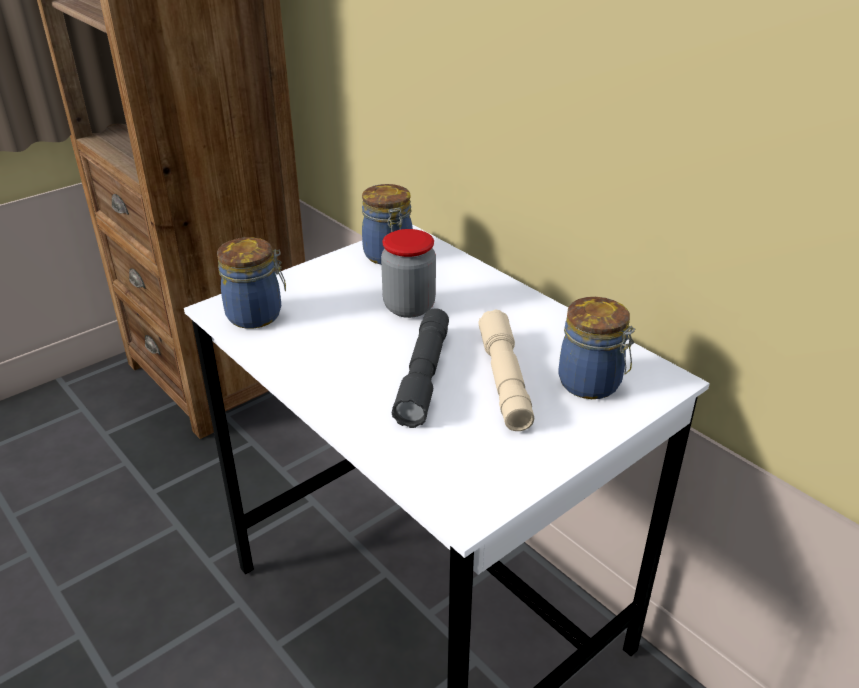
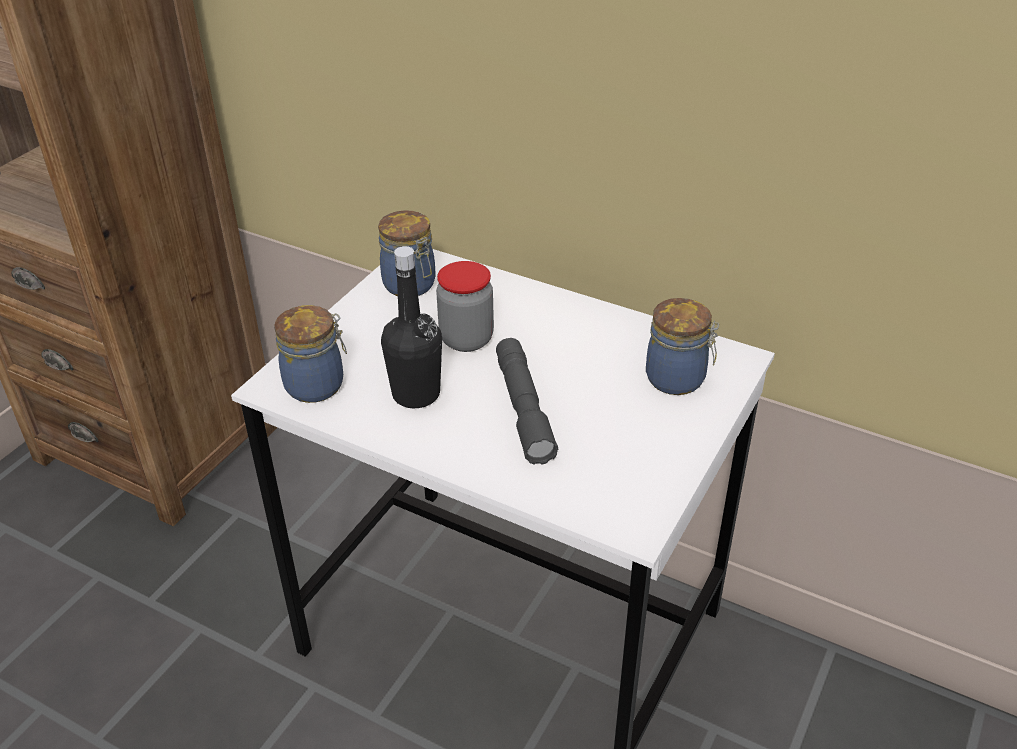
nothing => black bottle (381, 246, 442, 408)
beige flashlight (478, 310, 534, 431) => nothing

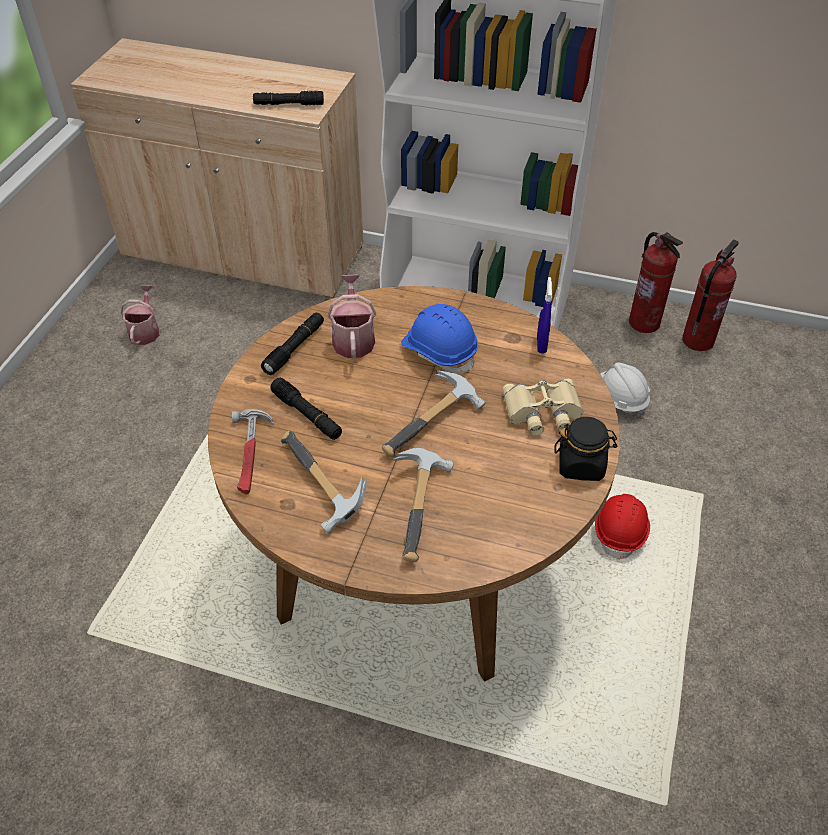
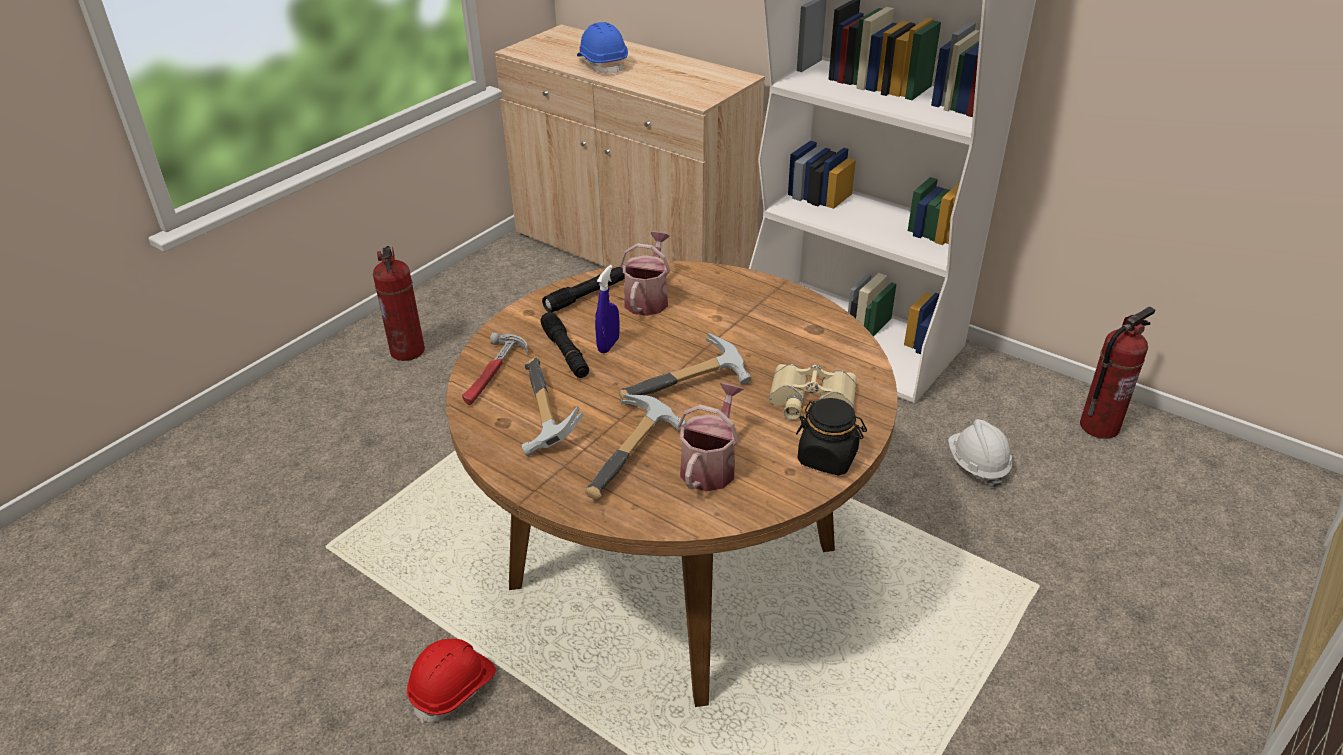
fire extinguisher (629, 232, 683, 333) => fire extinguisher (373, 246, 425, 361), moved
red hard hat (595, 494, 650, 560) => red hard hat (407, 639, 496, 724), moved
blue hard hat (401, 304, 478, 374) => blue hard hat (577, 22, 628, 75), moved
blue spray bottle (537, 277, 552, 354) => blue spray bottle (595, 265, 620, 353), moved
watering can (121, 285, 159, 345) => watering can (678, 383, 744, 491), moved
black flashlight (253, 91, 324, 105) => nothing

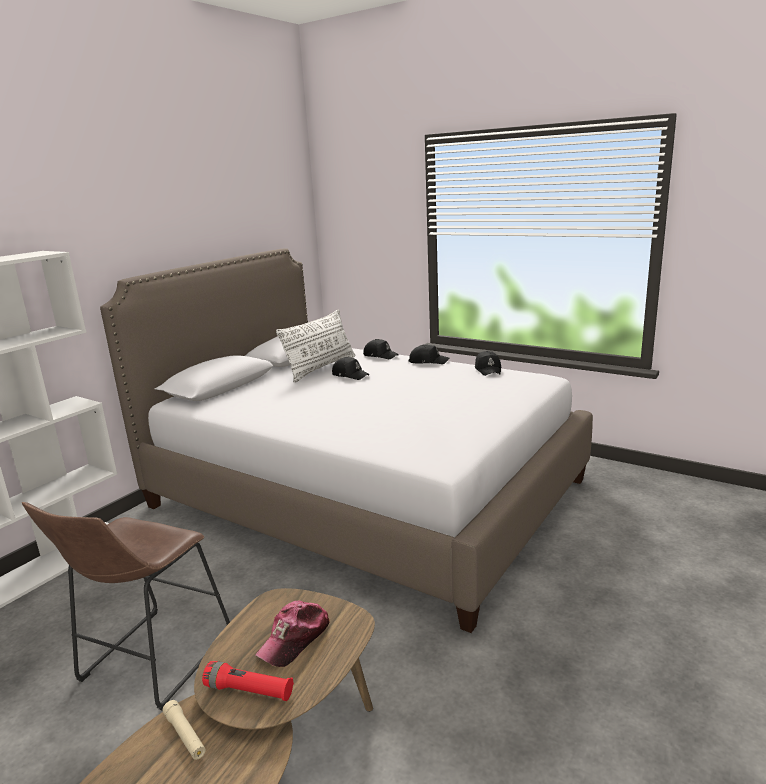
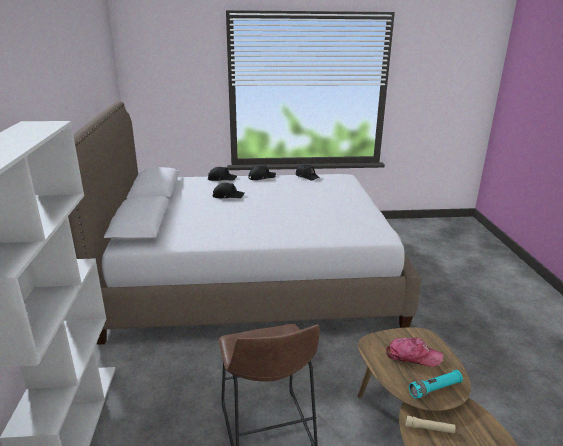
cap (255, 600, 330, 667) => cap (386, 338, 444, 367), 75 degrees counterclockwise
red flashlight (202, 661, 294, 701) => turquoise flashlight (409, 370, 463, 399)
white pillow (276, 309, 356, 383) => nothing

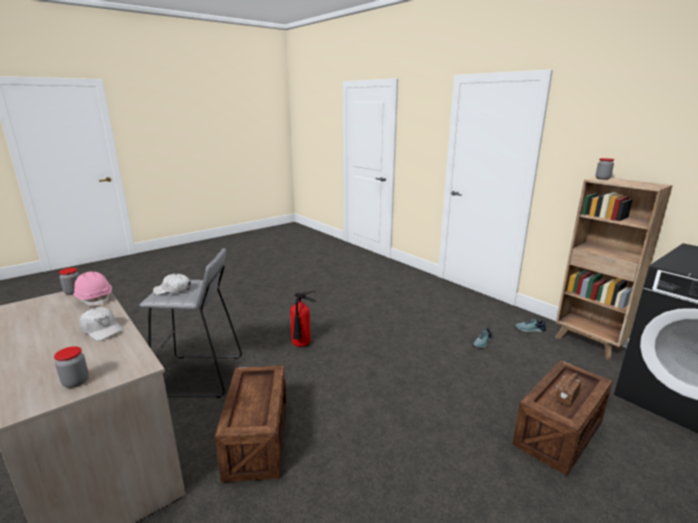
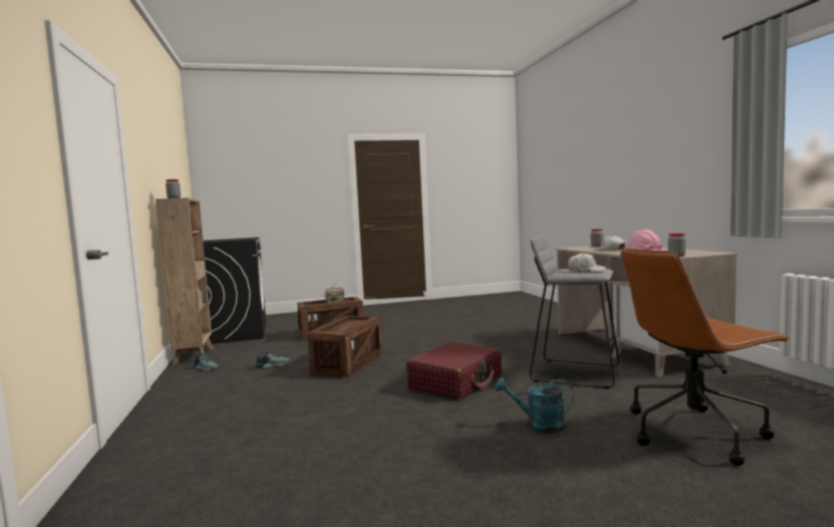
crate (215, 366, 287, 482) => crate (308, 316, 382, 377), moved
fire extinguisher (290, 290, 316, 347) => red suitcase (406, 342, 501, 400)
nothing => turquoise watering can (495, 377, 574, 433)
nothing => brown office chair (621, 248, 791, 466)

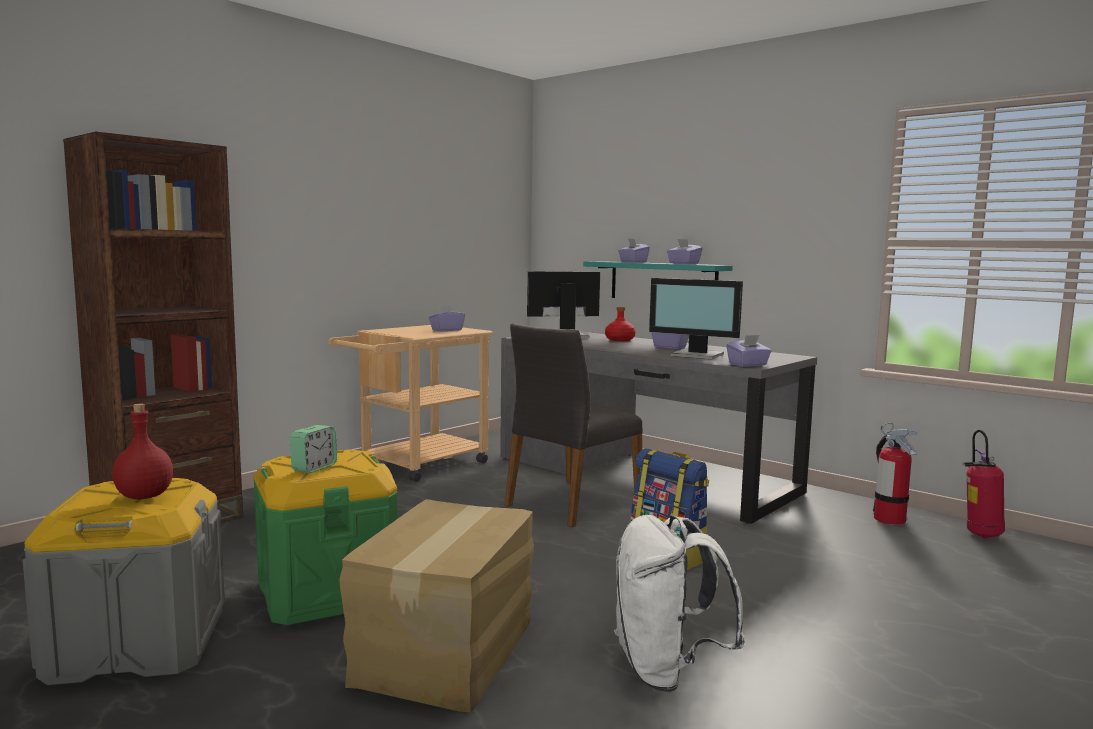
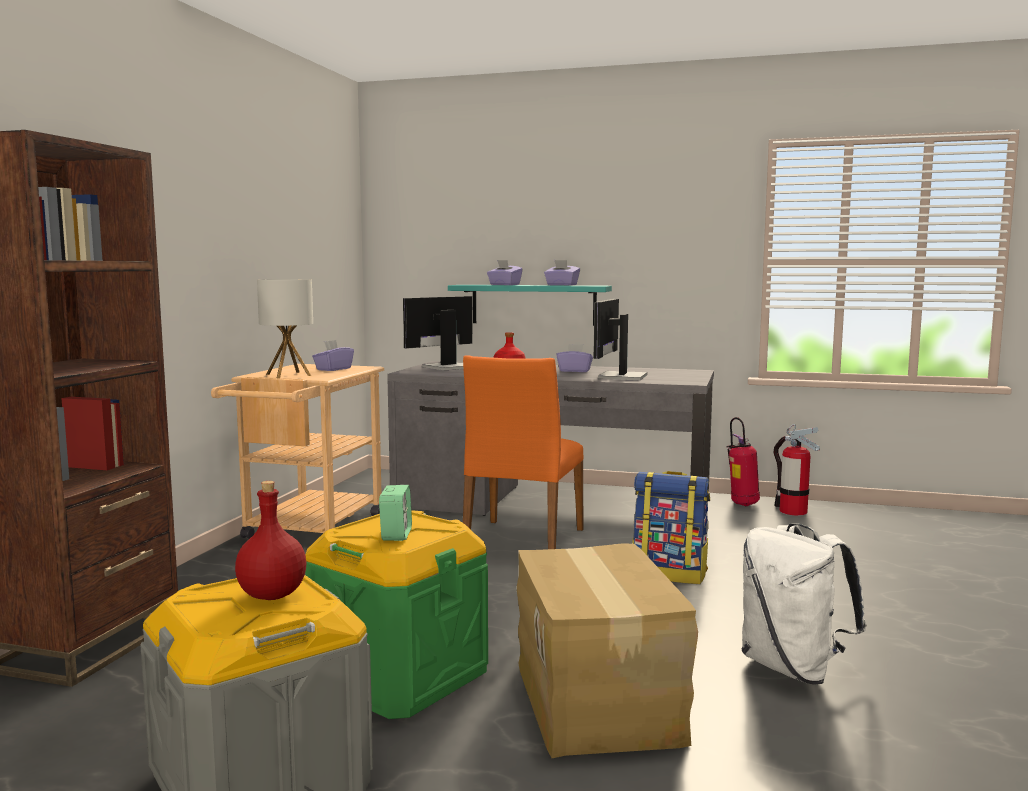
nothing => table lamp (257, 279, 313, 378)
grey chair (505, 323, 643, 527) => orange chair (463, 355, 584, 549)
monitor (649, 278, 743, 359) => monitor (594, 299, 647, 380), 105 degrees clockwise
fire extinguisher (963, 430, 1005, 538) => fire extinguisher (727, 417, 760, 506), moved
purple tissue box (727, 335, 772, 367) => nothing

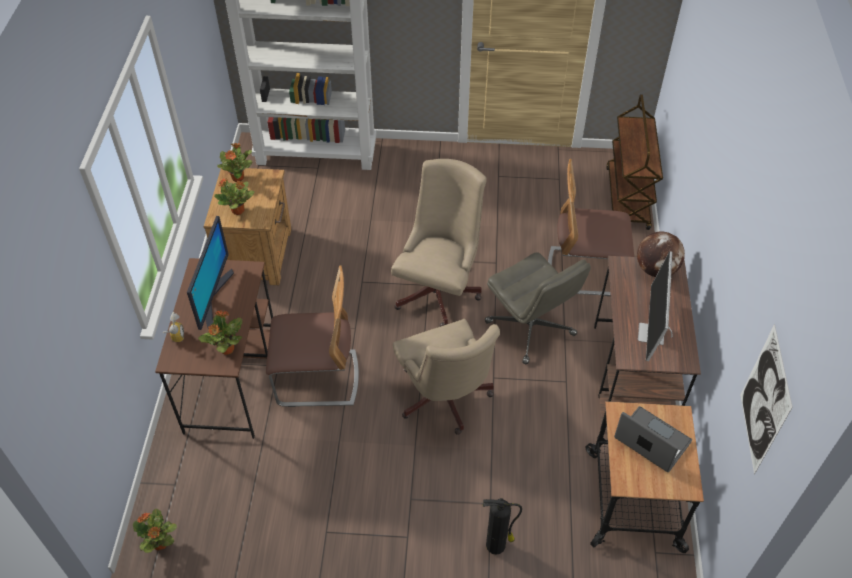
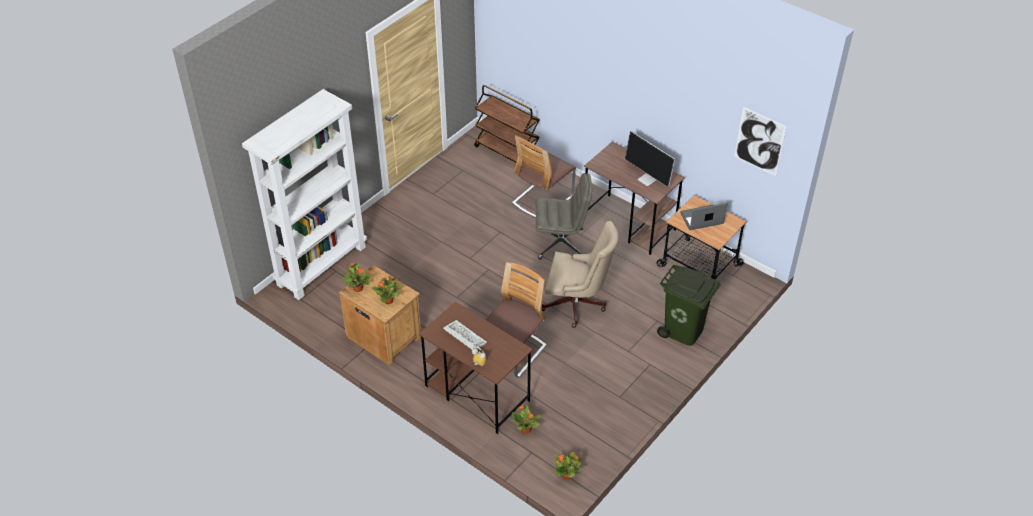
monitor (187, 216, 234, 332) => keyboard (443, 320, 487, 350)
potted plant (198, 310, 242, 355) => potted plant (512, 405, 541, 434), moved
fire extinguisher (482, 498, 522, 555) => green trash can (657, 265, 721, 346)
beige office chair (391, 159, 487, 327) => nothing
globe (637, 231, 685, 277) => nothing

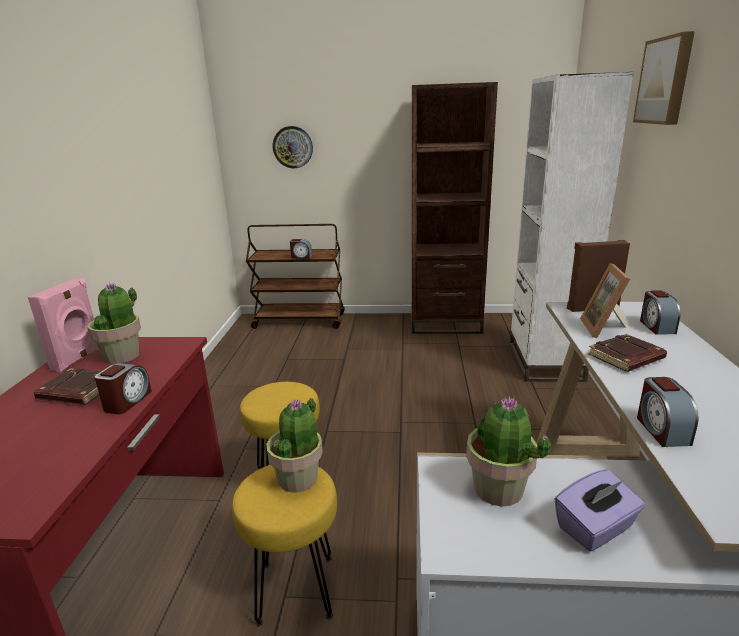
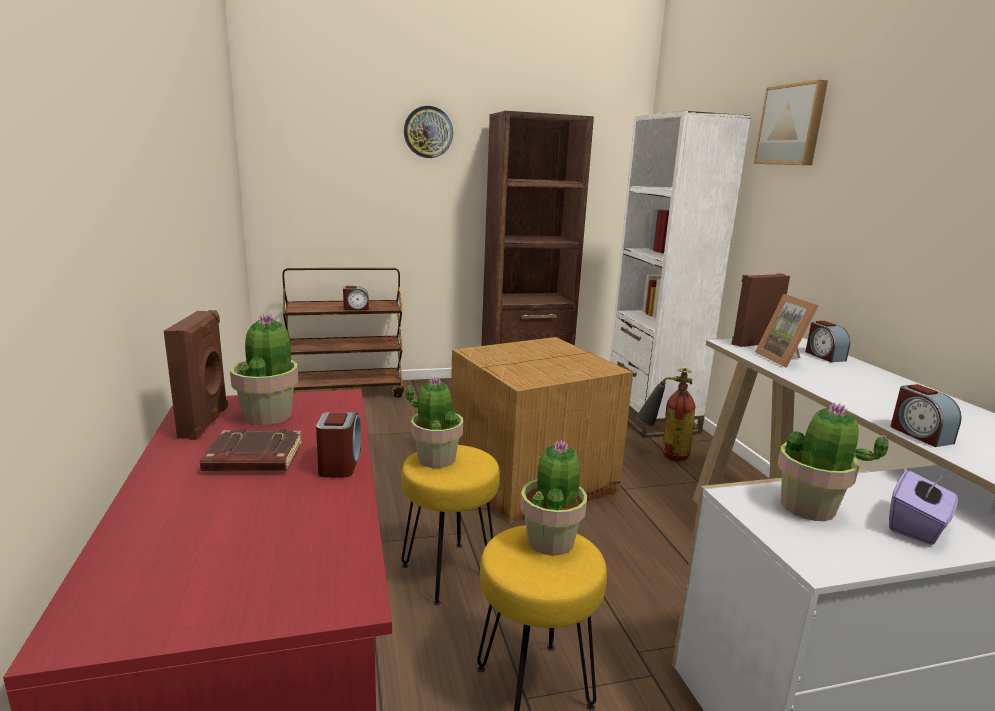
pink speaker (28, 278, 99, 372) => brown speaker (164, 310, 228, 440)
wall clock (273, 126, 313, 168) => wall clock (404, 106, 453, 158), moved
nothing => potted plant (406, 376, 463, 468)
nothing => cardboard box (451, 337, 633, 523)
nothing => fire extinguisher (636, 368, 695, 461)
brown book (588, 334, 667, 372) => nothing

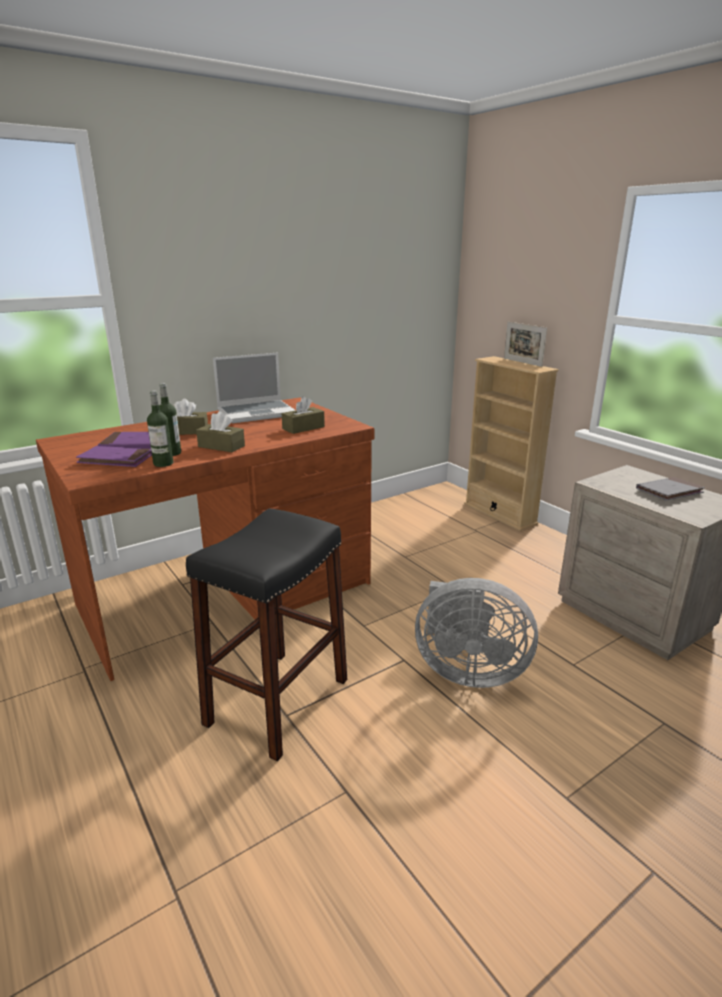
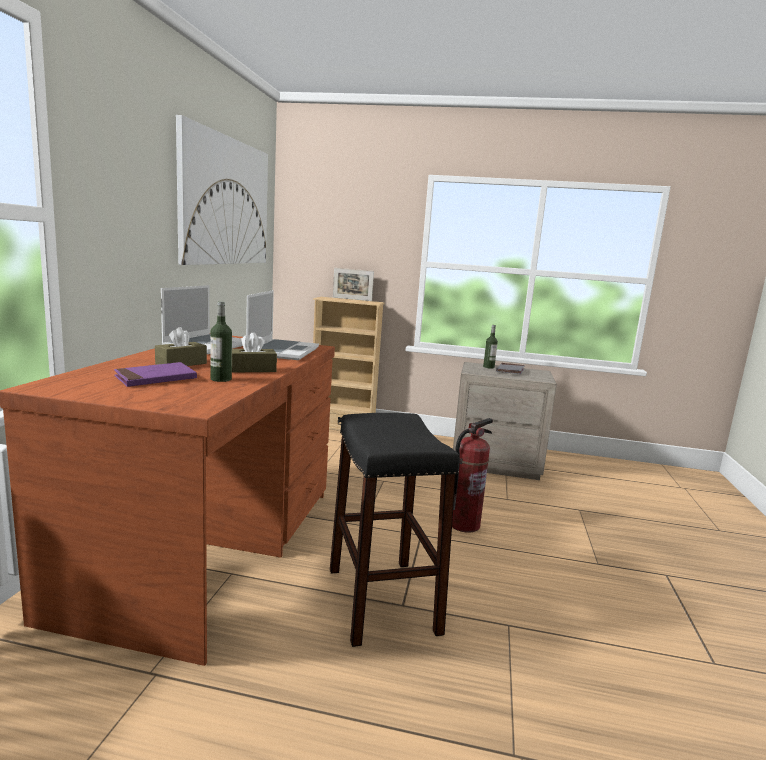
nothing => picture (176, 115, 268, 265)
brown tissue box (282, 396, 325, 434) => laptop (246, 290, 319, 360)
grey fan (415, 578, 538, 688) => fire extinguisher (452, 418, 493, 533)
bottle (147, 390, 173, 467) => bottle (483, 325, 498, 369), moved
purple book (76, 446, 152, 467) => nothing

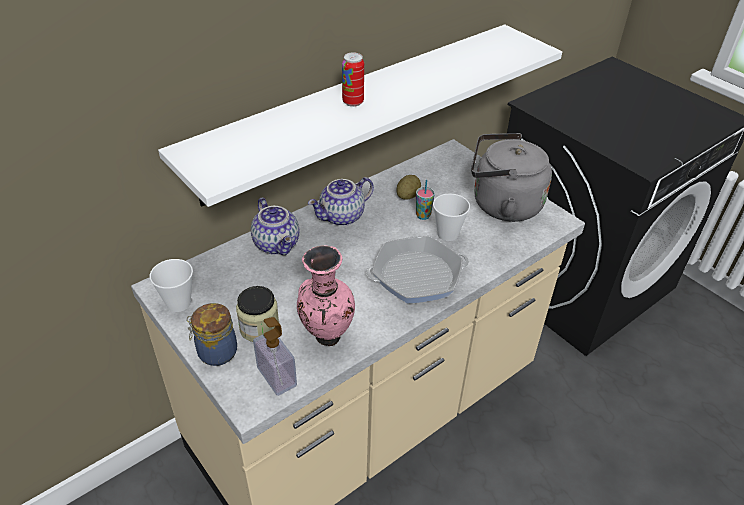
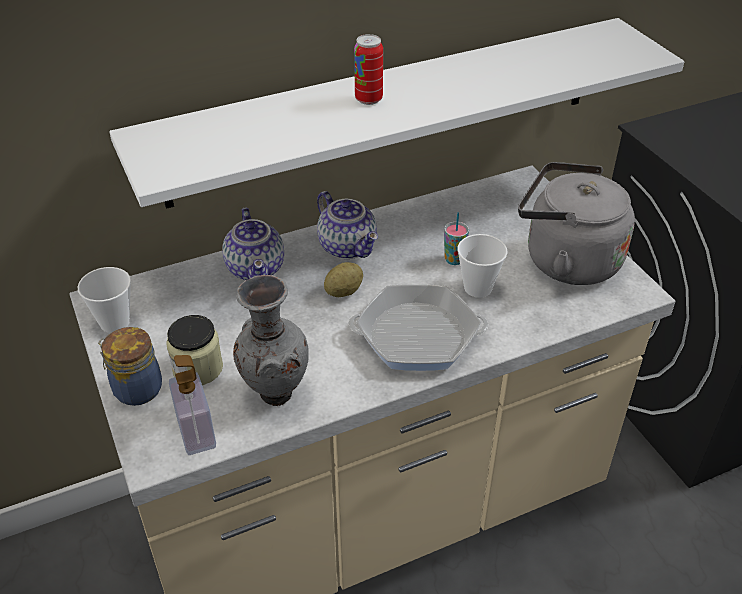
pink vase (297, 245, 355, 346) => grey vase (233, 275, 309, 406)
teapot (308, 177, 374, 226) => teapot (317, 191, 378, 259), 105 degrees counterclockwise
potato (396, 175, 421, 200) => potato (324, 262, 363, 297), moved

